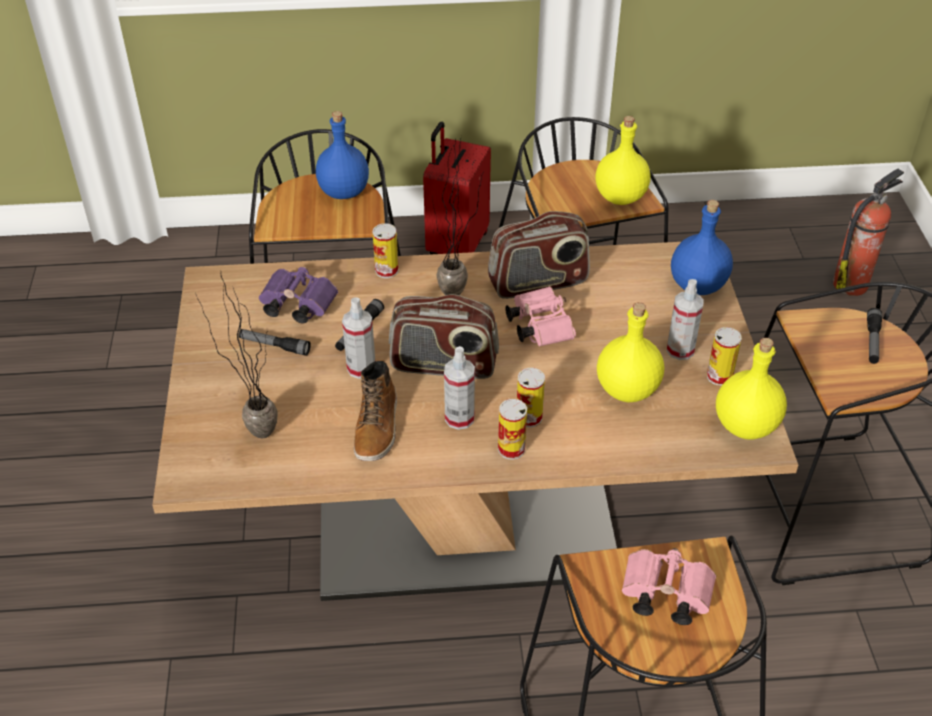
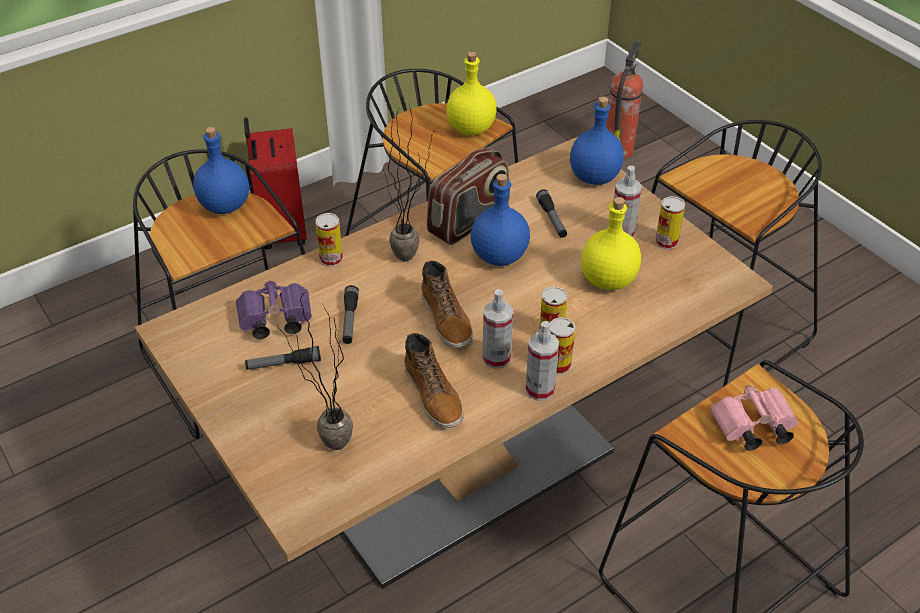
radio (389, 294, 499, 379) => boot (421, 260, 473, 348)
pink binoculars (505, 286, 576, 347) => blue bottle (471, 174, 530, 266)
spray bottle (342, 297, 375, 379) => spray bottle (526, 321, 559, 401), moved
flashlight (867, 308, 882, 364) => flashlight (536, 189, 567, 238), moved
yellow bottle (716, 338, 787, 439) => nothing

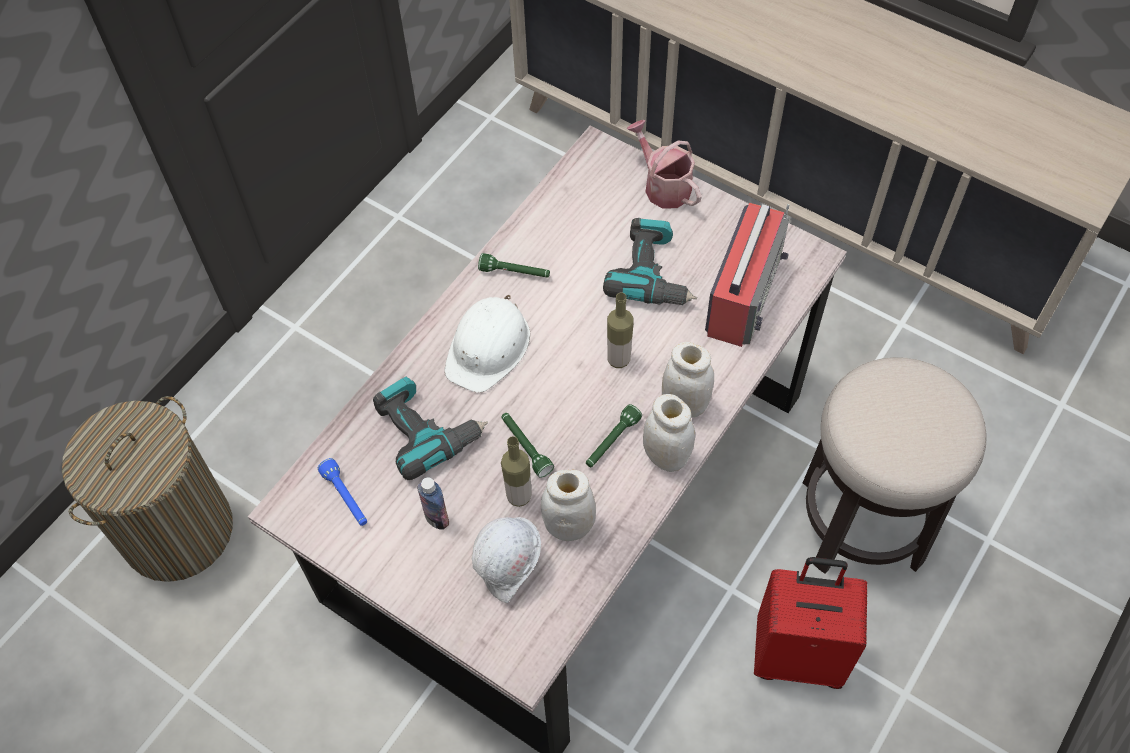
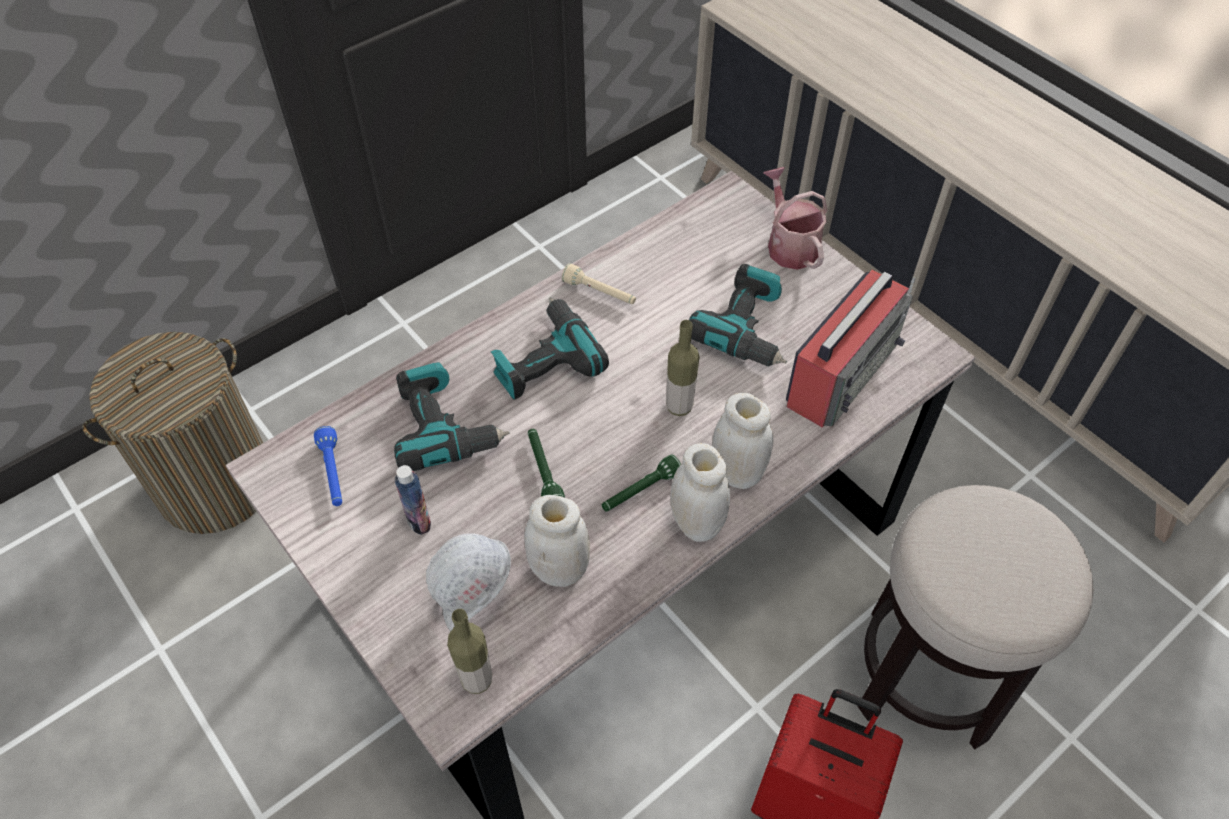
bottle (501, 436, 532, 507) => bottle (447, 609, 492, 694), moved
white hard hat (444, 295, 530, 393) => power drill (491, 297, 609, 400)
green flashlight (478, 253, 550, 277) => beige flashlight (562, 263, 636, 304)

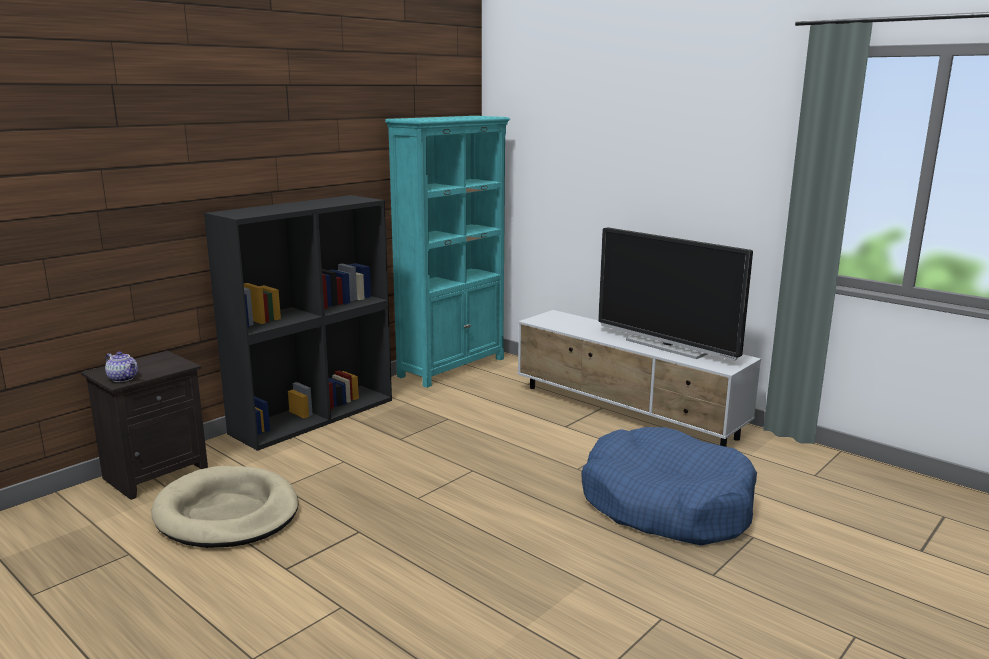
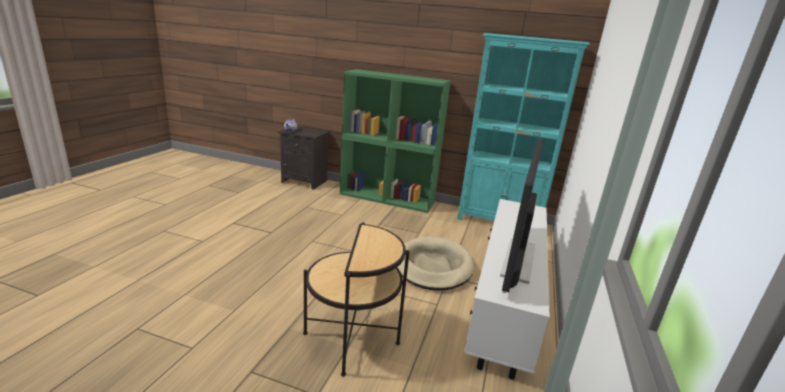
blue dog bed (581, 427, 757, 546) => side table (303, 222, 410, 377)
black bookcase (204, 195, 392, 451) => green bookcase (340, 69, 451, 213)
beige dog bed (151, 466, 299, 548) => beige dog bed (397, 237, 474, 290), moved

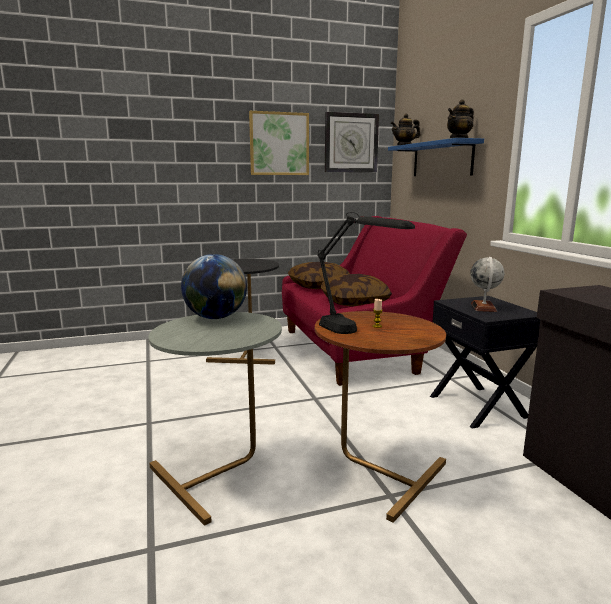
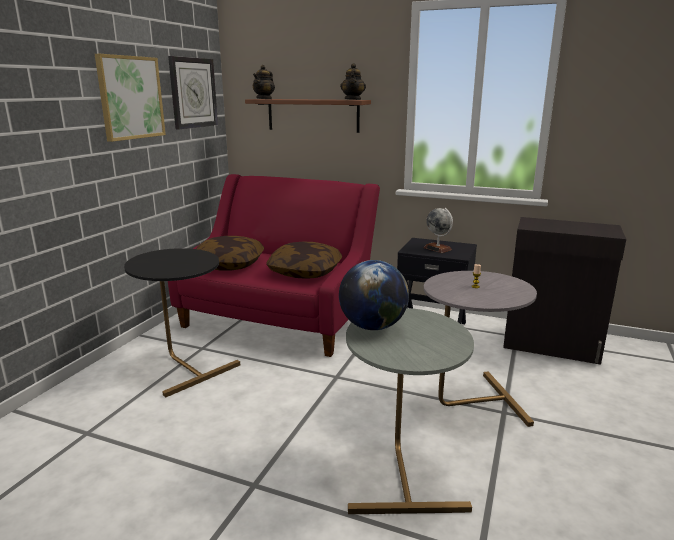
blue shelf (388, 138, 484, 176) => brown shelf (245, 99, 371, 133)
brown side table (315, 311, 446, 523) => grey side table (424, 271, 537, 427)
black table lamp (317, 212, 415, 334) => nothing

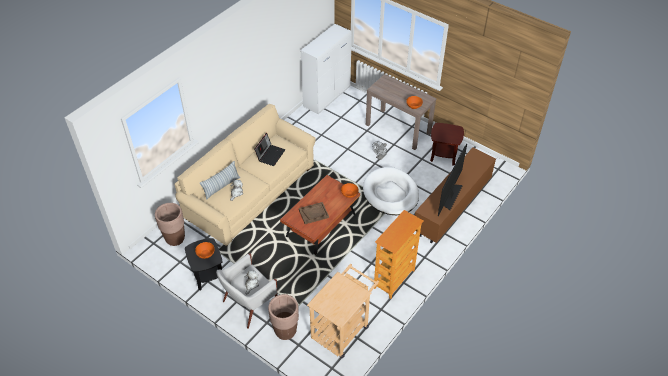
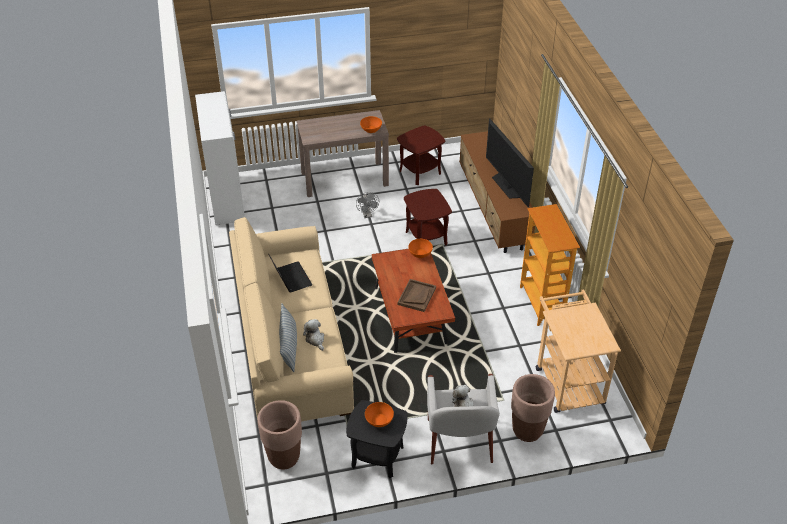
white dog bed (363, 167, 419, 215) => brown side table (404, 189, 452, 245)

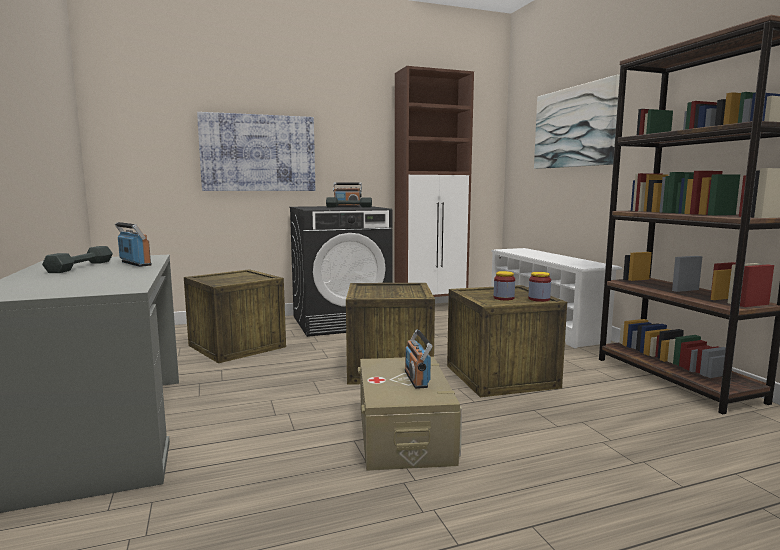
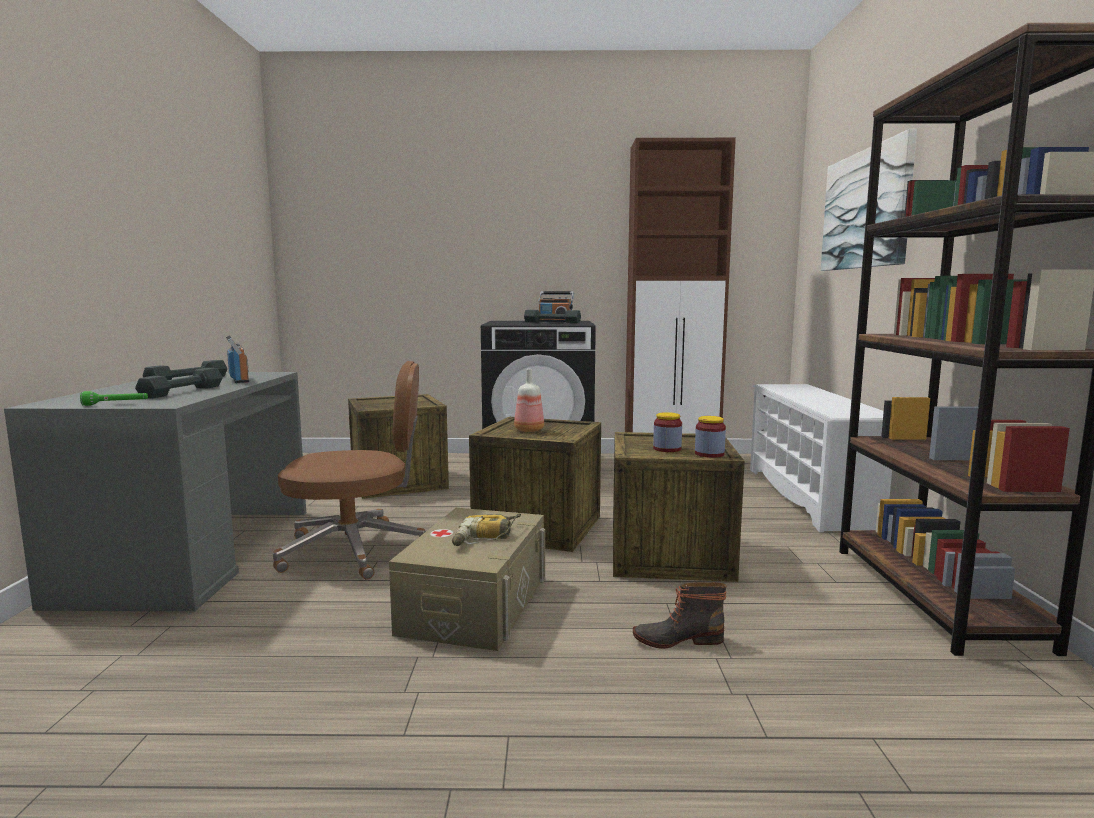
nothing => green flashlight (80, 391, 148, 406)
nothing => grey dumbbell (135, 368, 223, 399)
nothing => brown office chair (273, 361, 426, 580)
radio (405, 329, 433, 389) => power drill (452, 513, 521, 546)
nothing => bottle (514, 369, 544, 432)
nothing => boot (633, 582, 727, 649)
picture (197, 112, 315, 191) => nothing

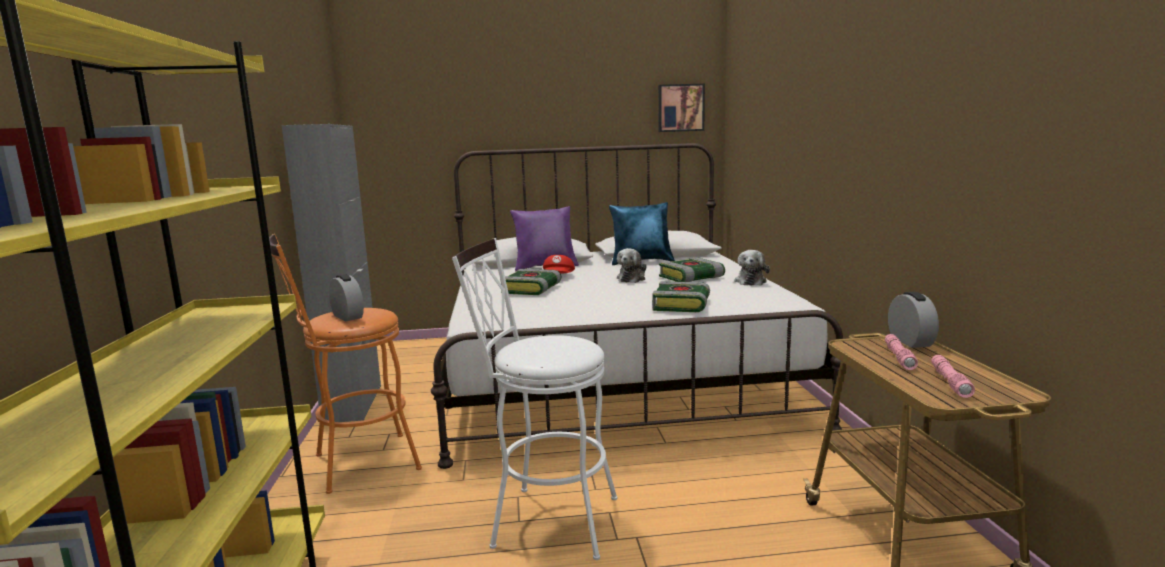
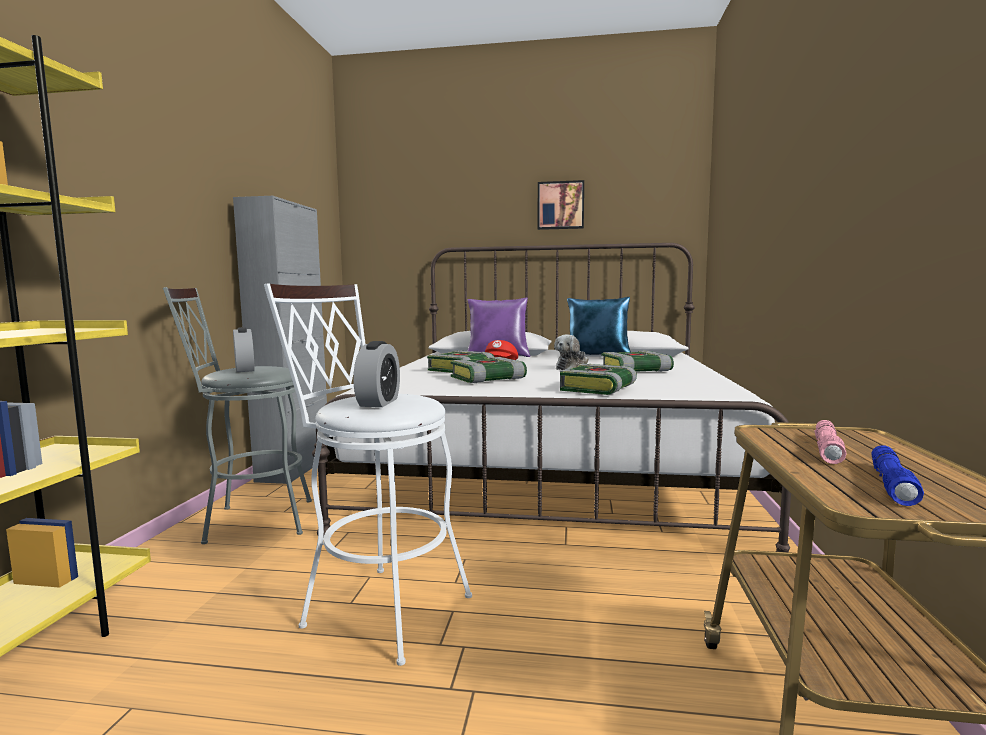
orange stool (269, 234, 422, 494) => grey stool (163, 287, 312, 544)
alarm clock (888, 292, 939, 348) => alarm clock (353, 341, 400, 407), moved
nothing => book (450, 357, 527, 383)
picture (658, 84, 705, 132) => picture (538, 180, 584, 230), moved
pink flashlight (931, 355, 975, 398) => blue flashlight (872, 445, 924, 506)
plush toy (734, 250, 770, 286) => nothing

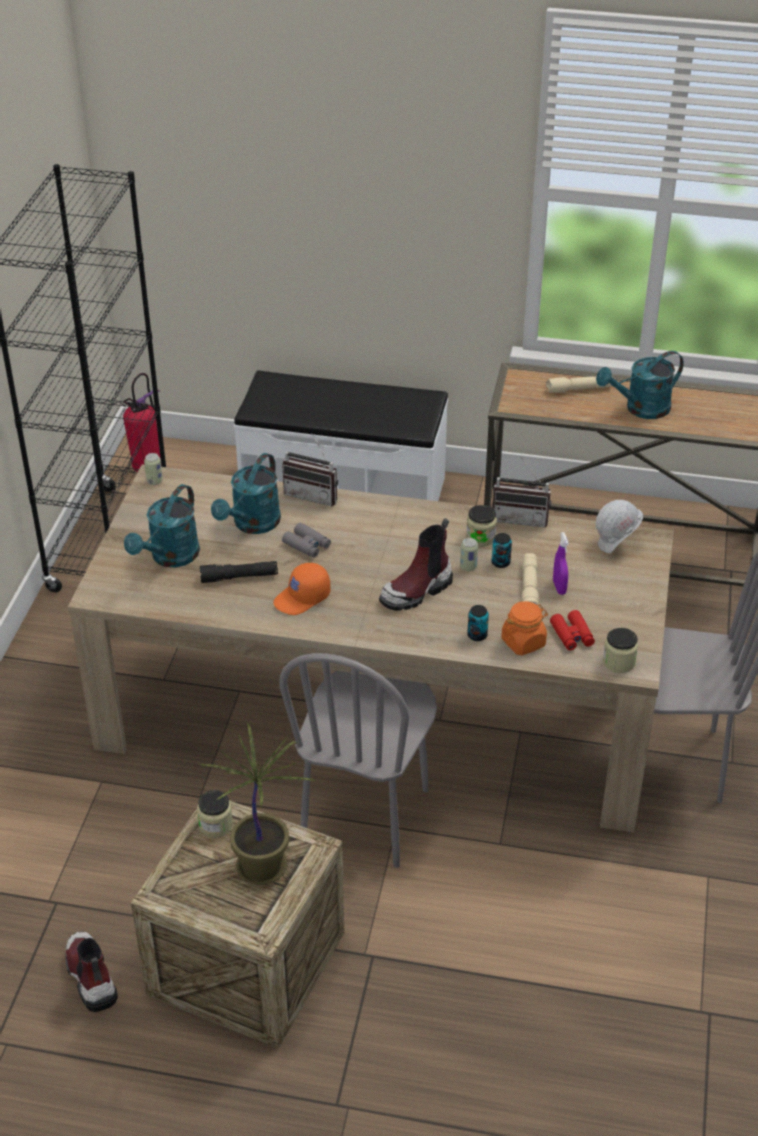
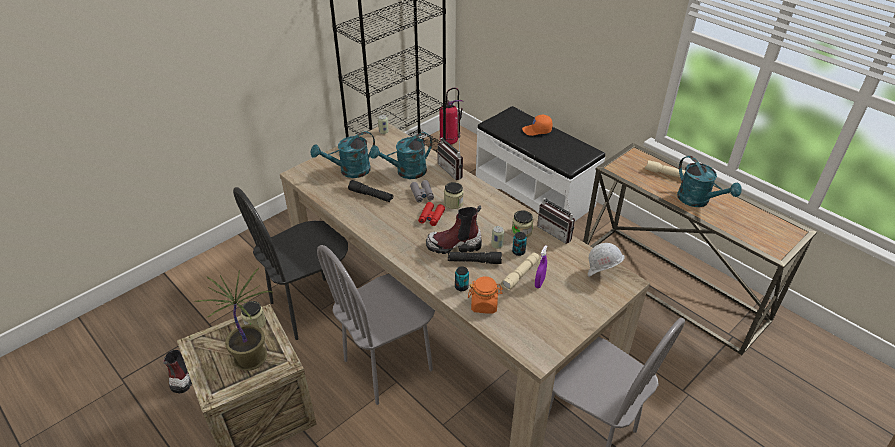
nothing => black chair (233, 187, 348, 340)
red binoculars (550, 610, 595, 650) => red binoculars (418, 202, 445, 226), moved
jar (603, 628, 638, 673) => jar (444, 182, 464, 209), moved
nothing => black flashlight (448, 252, 502, 264)
orange cap (274, 563, 330, 615) => orange cap (522, 115, 553, 136), moved
turquoise watering can (596, 351, 684, 419) => turquoise watering can (677, 156, 742, 207), 135 degrees counterclockwise

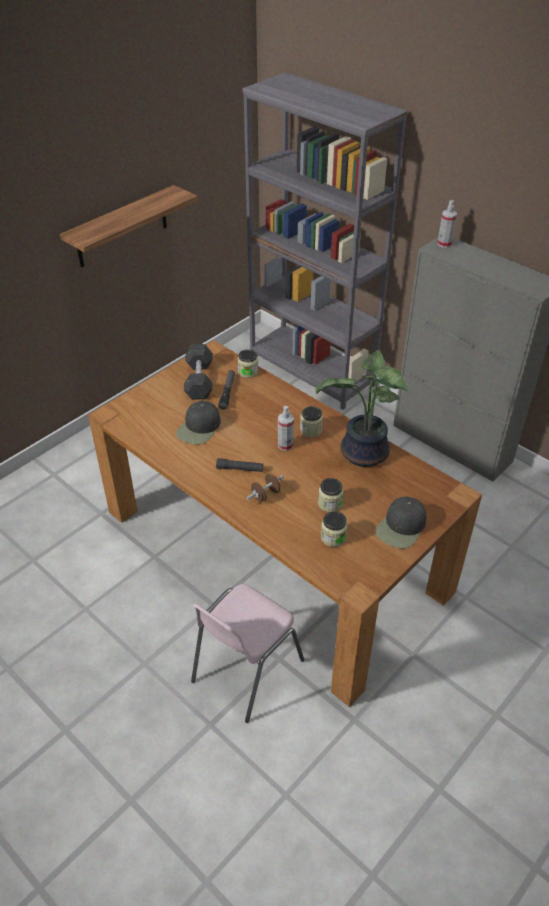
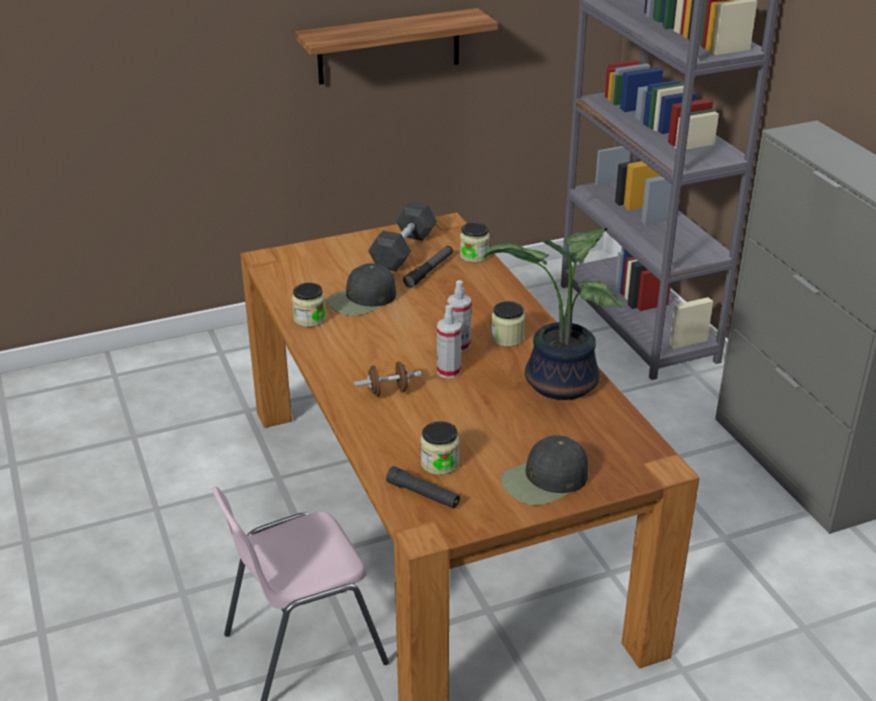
jar (318, 478, 343, 512) => jar (292, 283, 326, 327), moved
black flashlight (216, 458, 263, 472) => black flashlight (386, 466, 460, 509), moved
spray bottle (437, 200, 457, 248) => spray bottle (437, 305, 461, 378), moved

